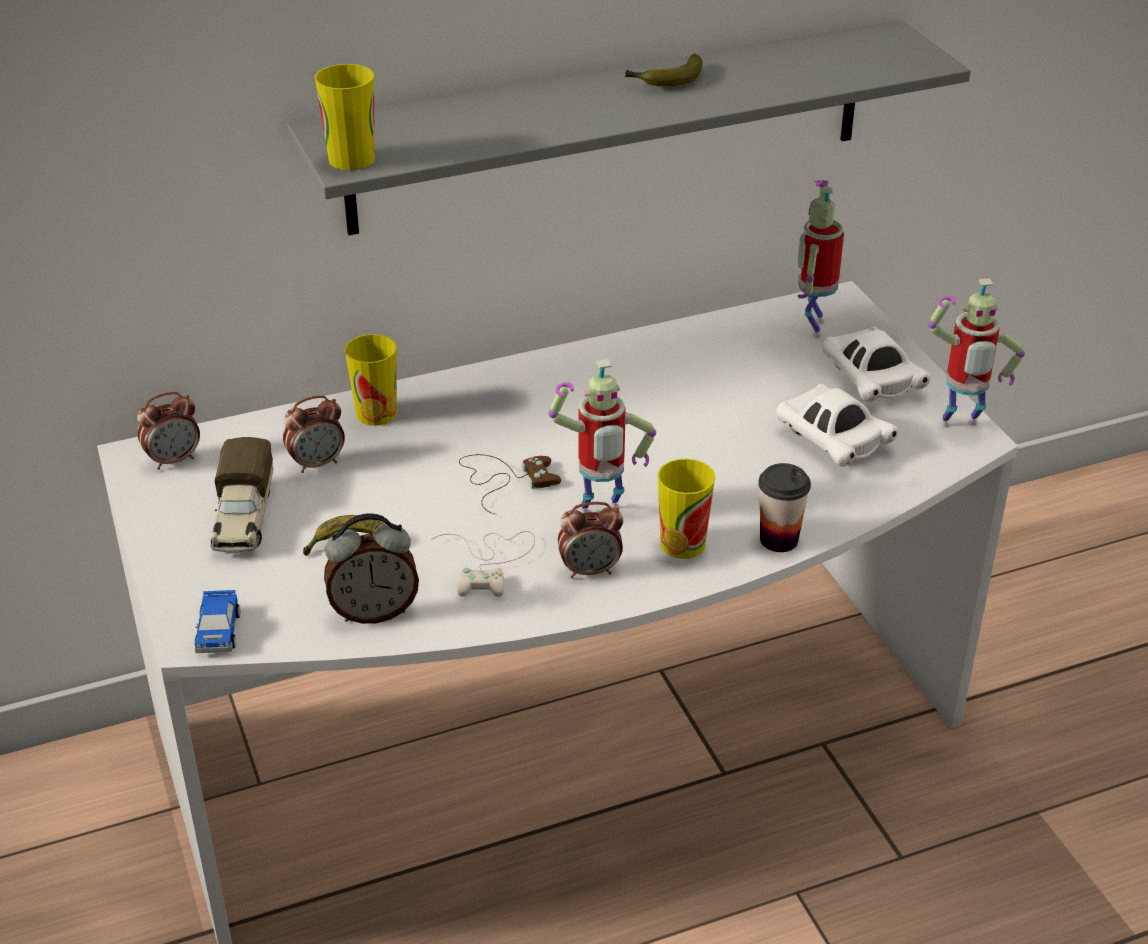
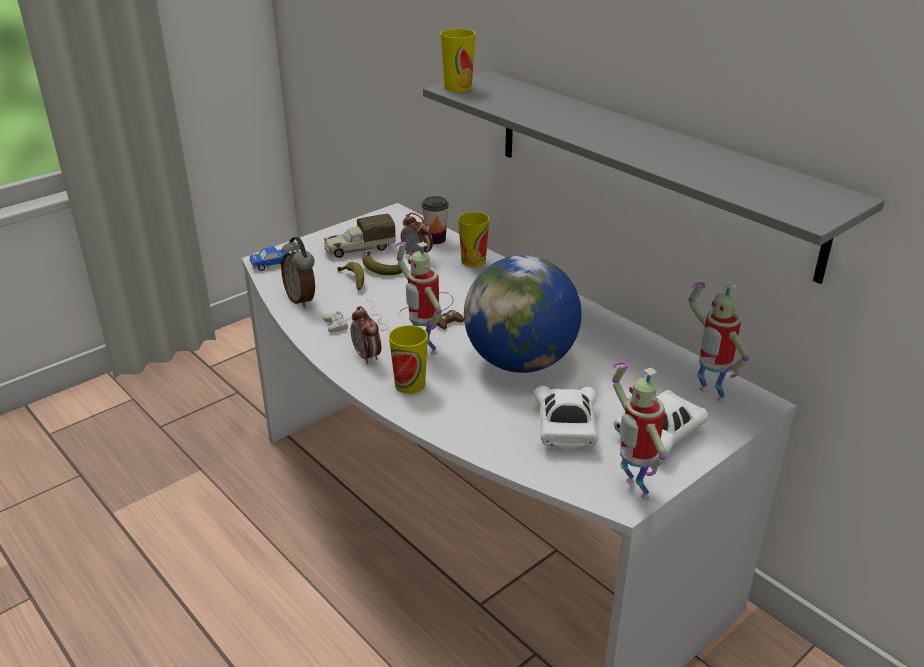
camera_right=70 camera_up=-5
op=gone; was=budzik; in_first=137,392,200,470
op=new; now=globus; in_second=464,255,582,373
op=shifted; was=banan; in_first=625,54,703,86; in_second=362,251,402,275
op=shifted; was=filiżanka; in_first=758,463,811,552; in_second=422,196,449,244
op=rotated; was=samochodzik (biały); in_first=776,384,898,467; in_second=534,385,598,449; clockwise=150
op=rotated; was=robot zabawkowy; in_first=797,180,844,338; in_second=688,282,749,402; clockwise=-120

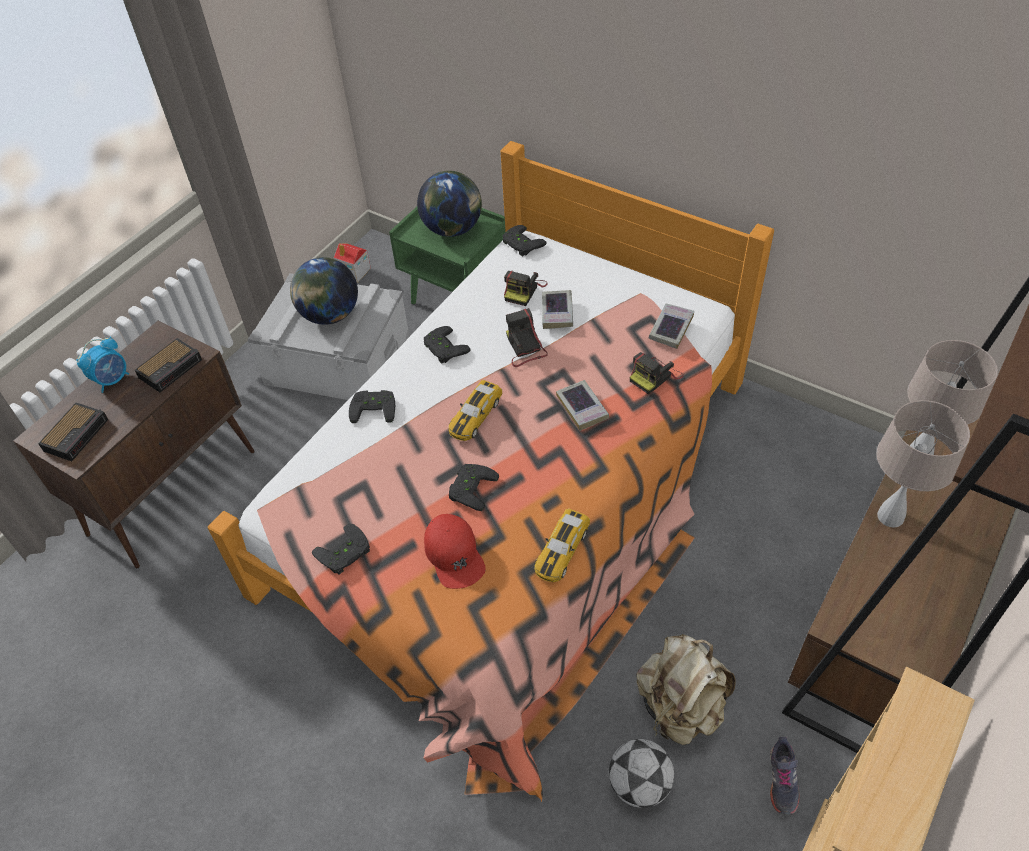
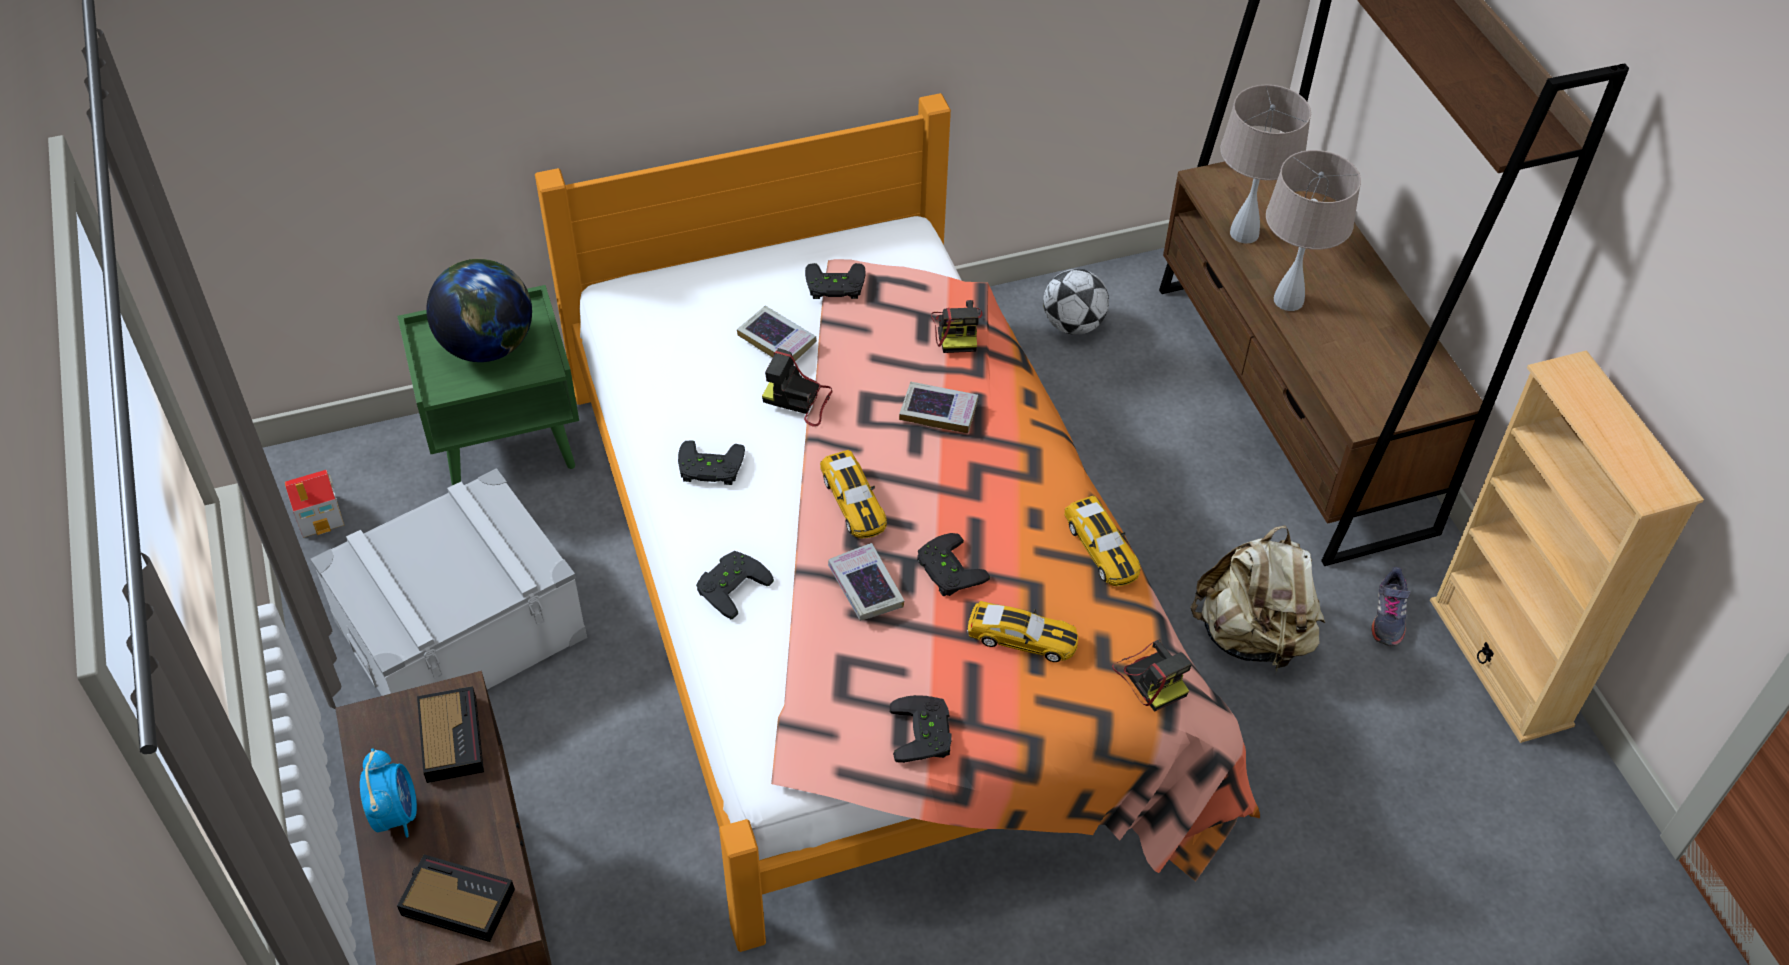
camera_right=-55 camera_up=0
op=gone; was=globus; in_first=290,257,358,325
op=shifted; was=pad do gier (czarny); in_first=503,225,547,256; in_second=805,263,866,299
op=shifted; was=aparat fotograficzny; in_first=504,271,548,306; in_second=1112,639,1192,712
op=shifted; was=piłka futbolowa; in_first=609,739,674,808; in_second=1043,269,1109,335
op=shifted; was=książka; in_first=649,304,695,349; in_second=828,543,904,621
op=swapped; was=czapka z daszkiem (czerwony); now=samochodzik; in_first=424,514,486,589; in_second=967,601,1078,662
op=rotated; was=budzik; in_first=38,403,108,461; in_second=397,854,515,942; clockwise=-45
op=rotated; was=but (szary); in_first=770,737,800,815; in_second=1371,567,1411,646; clockwise=60

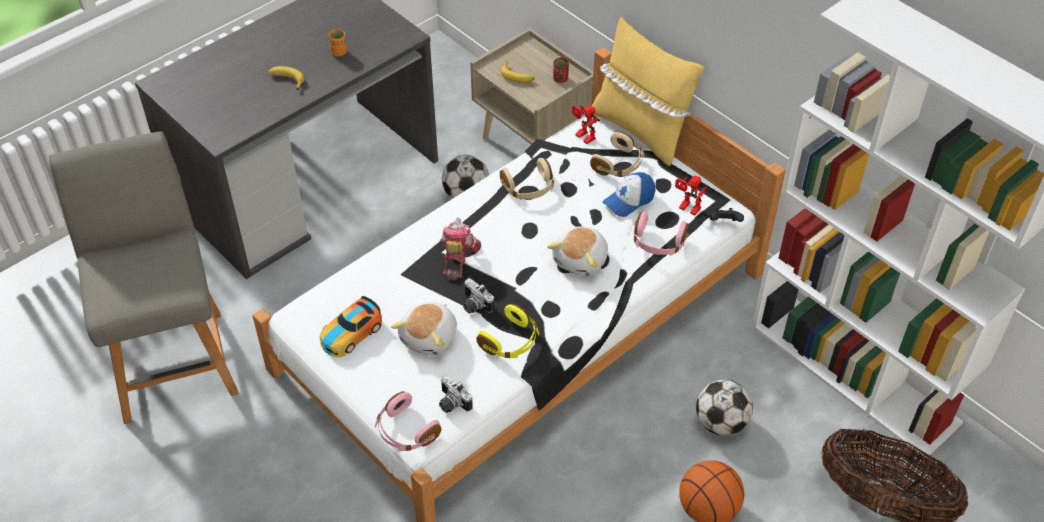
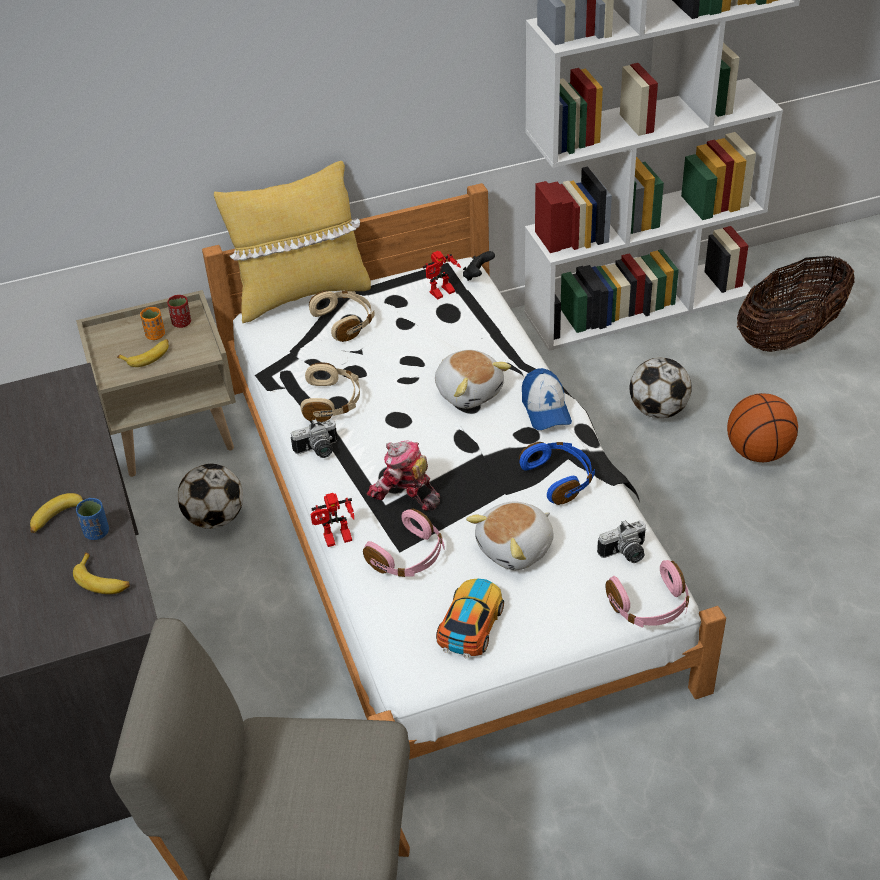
camera_right=-65 camera_up=-5
op=new; now=banan; in_second=73,553,130,594
op=new; now=filiżanka (niebieski); in_second=76,498,109,540
op=shifted; was=filiżanka (pomarańczowy); in_first=329,29,347,56; in_second=140,307,165,340
op=shifted; was=aparat fotograficzny; in_first=463,278,494,313; in_second=291,419,337,458
op=shifted; was=robot zabawkowy; in_first=572,105,600,144; in_second=311,493,354,547
op=shifted; was=czapka z daszkiem; in_first=603,172,656,217; in_second=522,368,572,430
op=shifted; was=słuchawki (różowy); in_first=634,212,689,256; in_second=363,509,444,577
op=repainted; was=słuchawki (żółty); now=słuchawki (niebieski); in_first=476,304,539,358; in_second=519,442,595,505
op=rotated; was=samochodzik; in_first=320,296,382,357; in_second=436,579,504,659; clockwise=-135
op=rotated; was=pluszak; in_first=391,302,457,355; in_second=466,502,553,570; clockwise=90

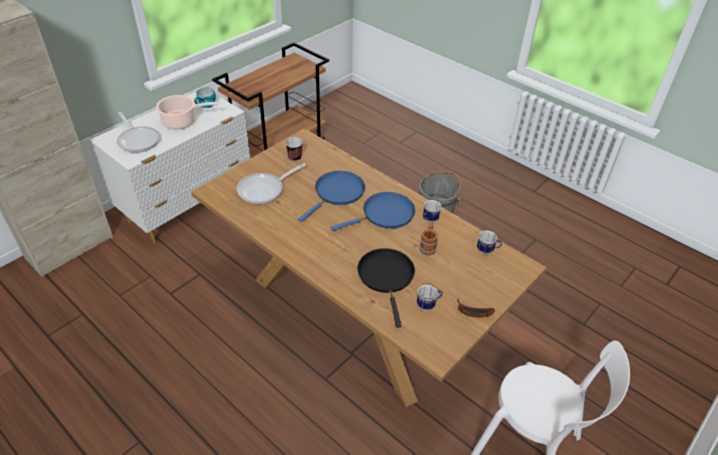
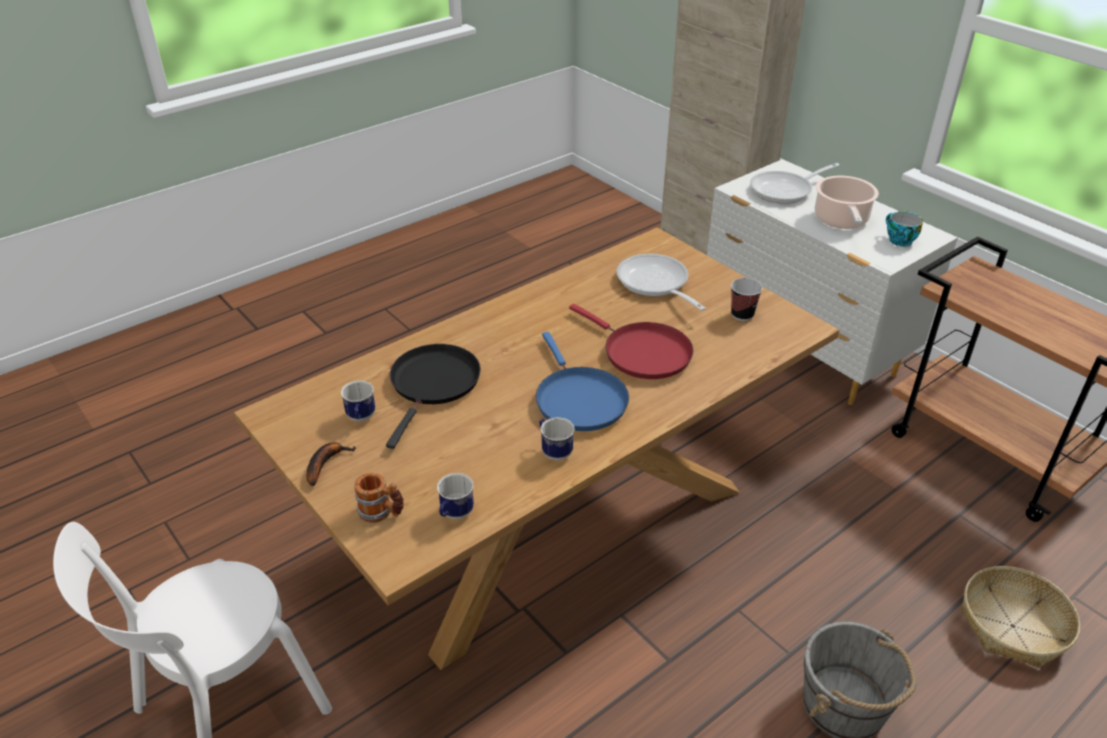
camera_right=100 camera_up=-5
op=new; now=koszyk; in_second=961,566,1080,668
op=shifted; was=kubek; in_first=419,223,438,255; in_second=354,473,404,523
op=repainted; was=patelnia (niebieski); now=patelnia (czerwony); in_first=298,171,365,222; in_second=569,304,693,379
op=rotated; was=patelnia (czarny); in_first=357,248,415,328; in_second=386,344,481,449; clockwise=-75

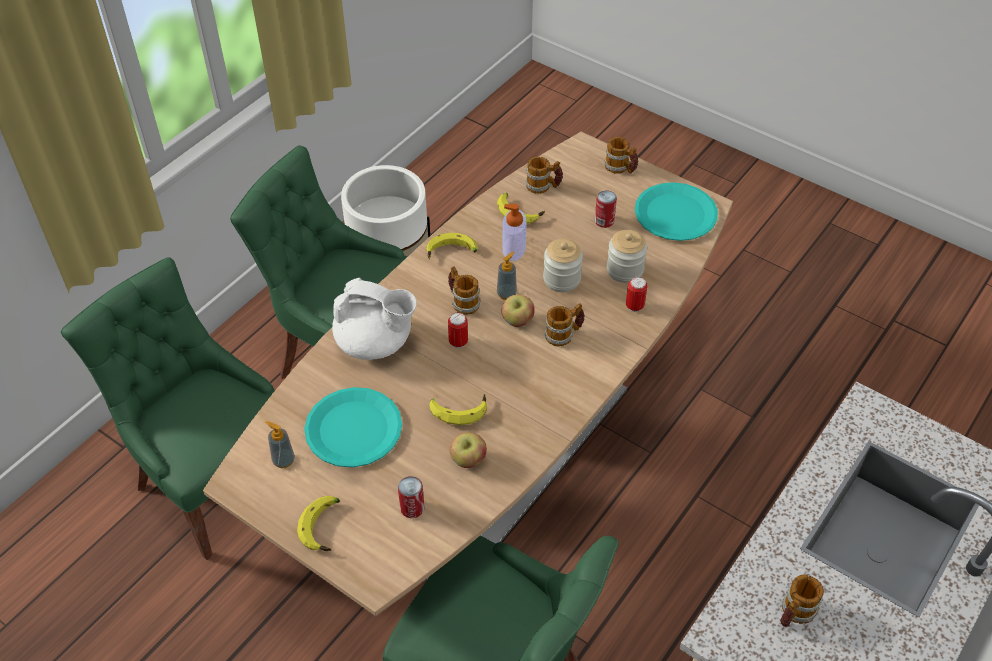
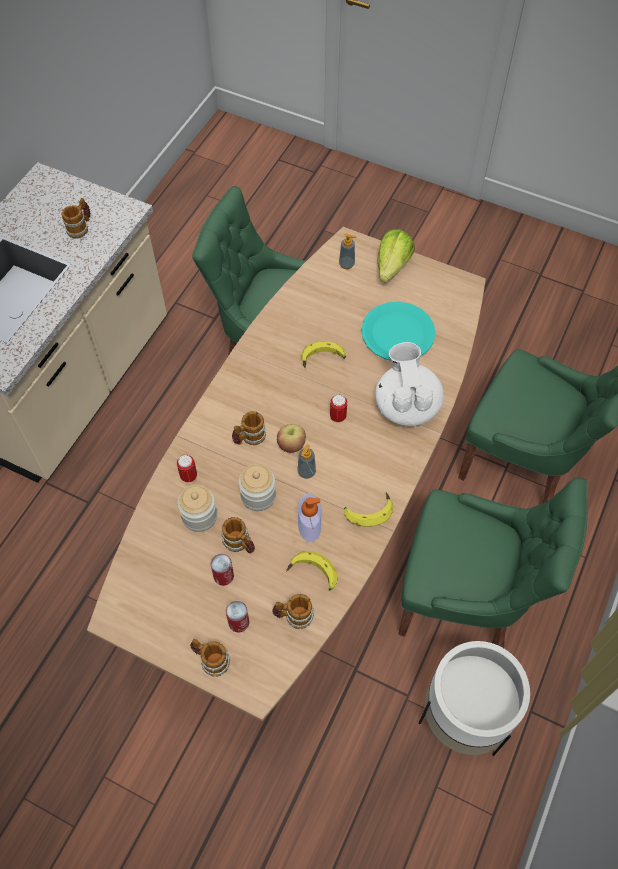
camera_right=170 camera_up=10
op=gone; was=jabłko; in_first=450,432,487,468
op=gone; was=talerz (turkusowy); in_first=635,182,718,241
op=shifted; was=dozownik mydła; in_first=265,421,295,468; in_second=339,233,357,269
op=shifted; was=puszka; in_first=398,476,424,518; in_second=226,601,249,633
op=shifted; was=kubek; in_first=448,267,481,315; in_second=222,517,255,553
op=swapped; was=banan; now=sałata; in_first=297,496,340,551; in_second=377,230,415,283
op=rotated; was=imbryk (biały); in_first=332,278,417,360; in_second=375,342,444,426; clockwise=75

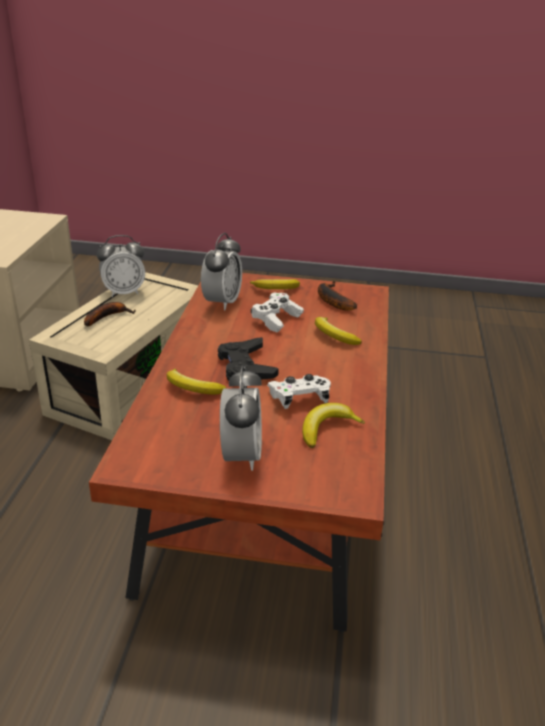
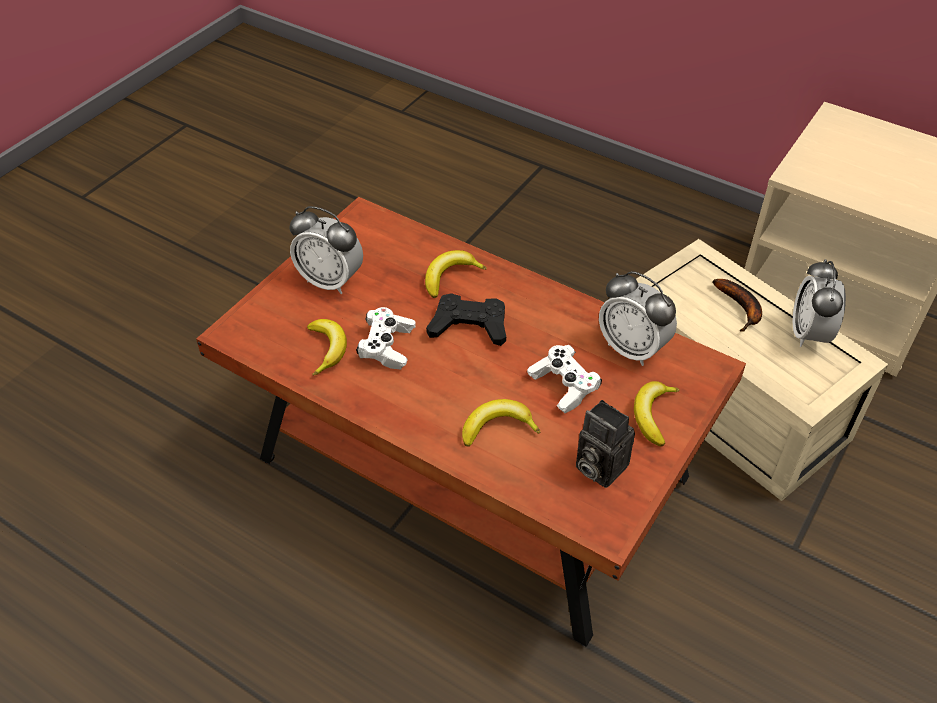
camera_right=115 camera_up=15
op=swapped; was=banan; now=aparat fotograficzny; in_first=318,281,357,311; in_second=576,400,635,488

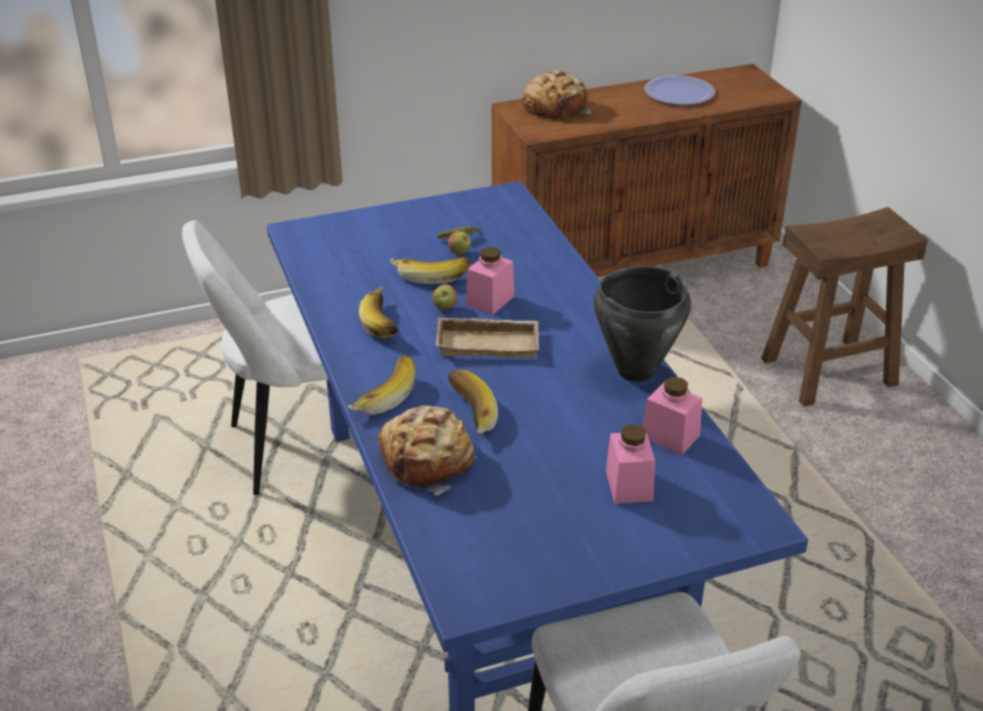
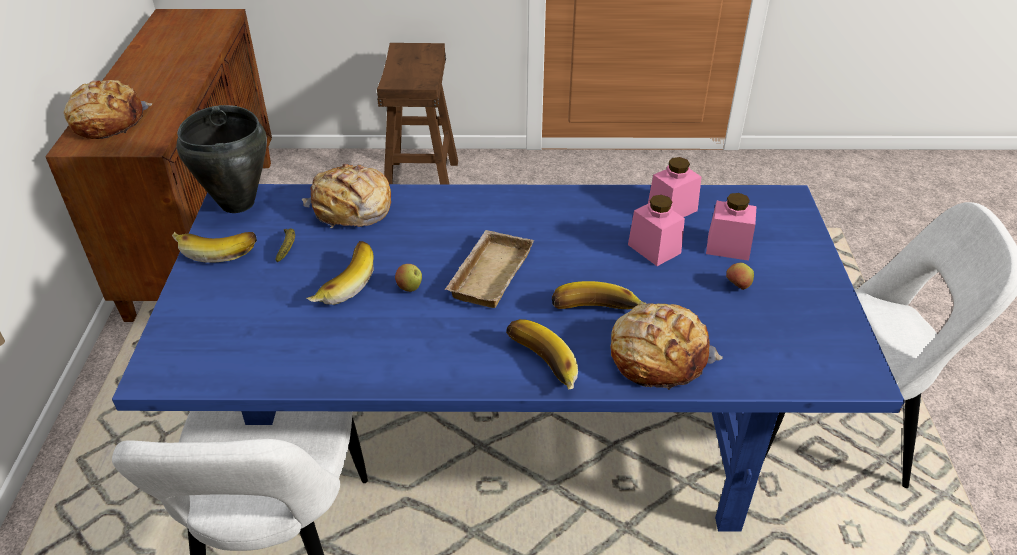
camera_right=-70 camera_up=5
op=gone; was=talerz; in_first=644,75,715,105
op=new; now=chleb; in_second=301,164,391,228
op=shifted; was=banan; in_first=359,287,398,338; in_second=172,232,257,263
op=shifted; was=jabłko; in_first=448,231,471,256; in_second=726,263,754,290
op=shifted; was=słoik (różowy); in_first=466,247,515,315; in_second=628,195,685,266
op=shifted; was=garnek (czarny); in_first=594,266,691,382; in_second=177,105,267,213

